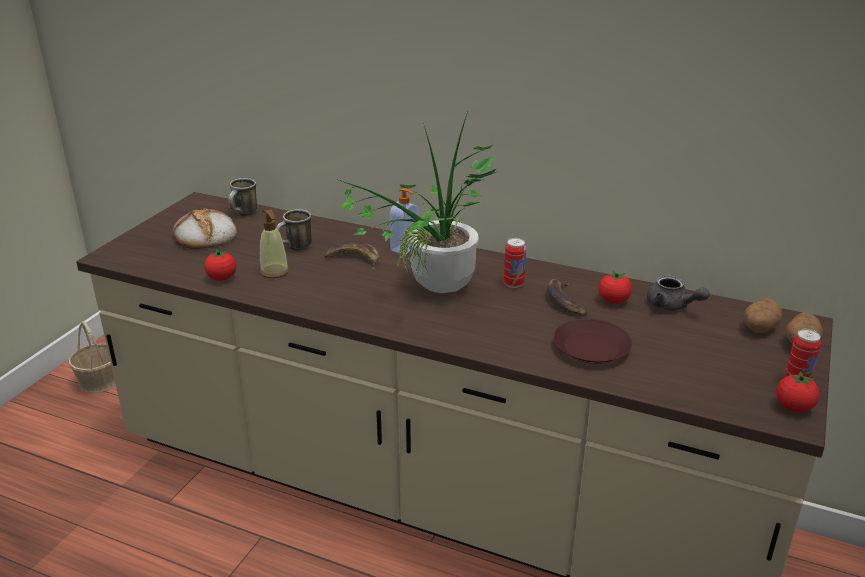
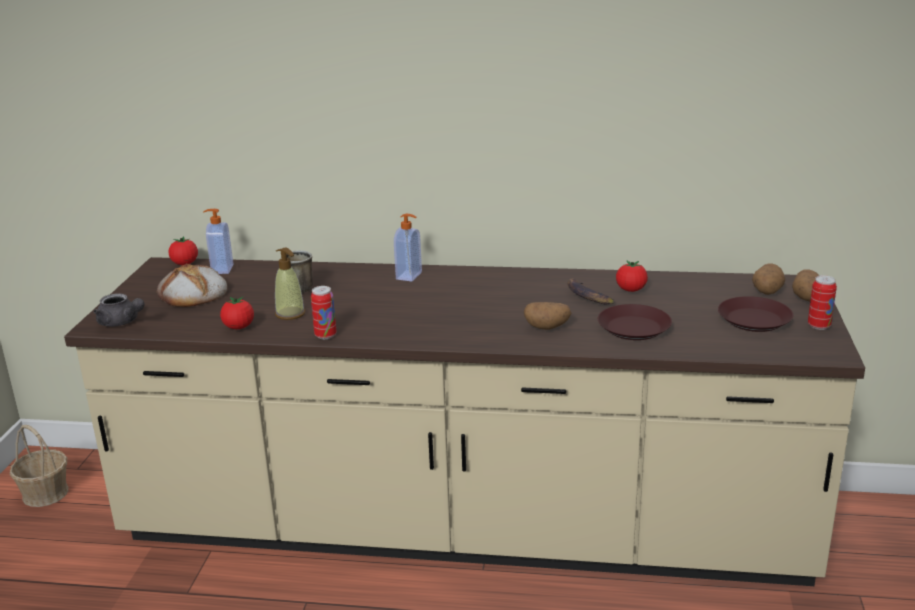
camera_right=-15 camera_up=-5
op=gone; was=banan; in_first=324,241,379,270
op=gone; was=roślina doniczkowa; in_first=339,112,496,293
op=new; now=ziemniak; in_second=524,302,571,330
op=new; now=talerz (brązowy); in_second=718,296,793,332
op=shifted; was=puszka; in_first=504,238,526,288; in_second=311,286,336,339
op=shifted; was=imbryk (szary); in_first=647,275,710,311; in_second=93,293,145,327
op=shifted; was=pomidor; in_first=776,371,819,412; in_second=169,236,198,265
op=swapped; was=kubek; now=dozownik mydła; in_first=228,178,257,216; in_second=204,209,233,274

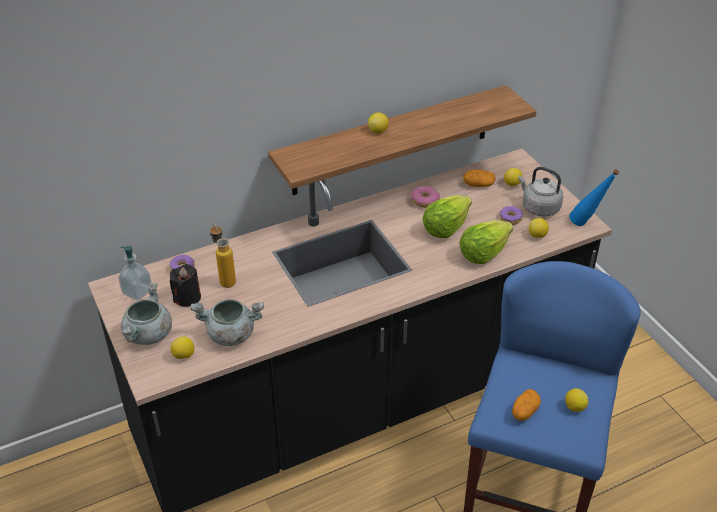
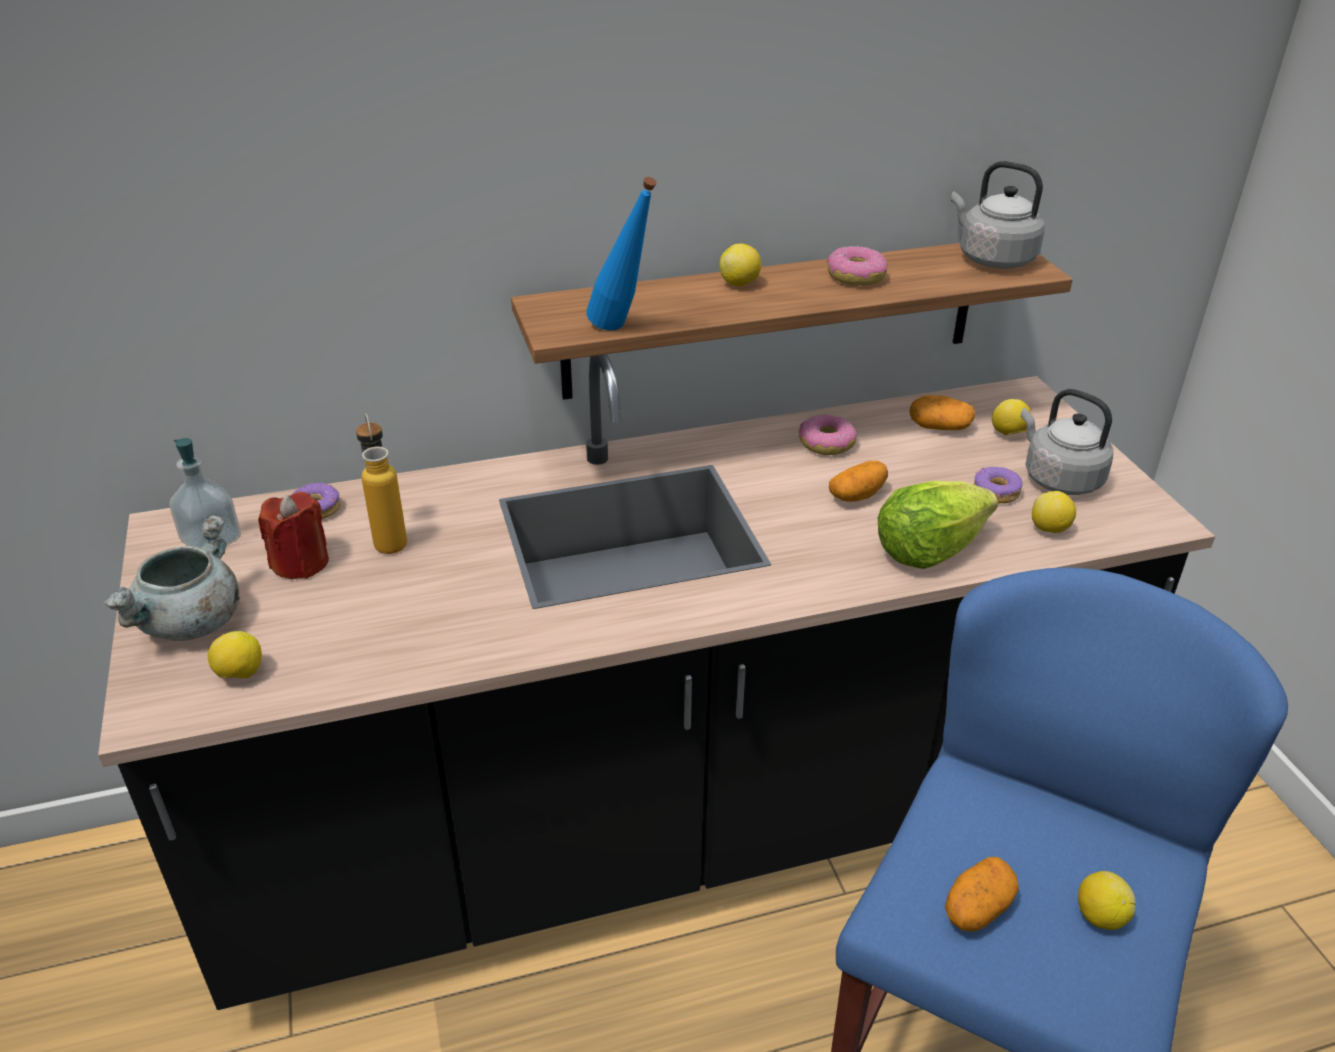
camera_right=10 camera_up=-5
op=gone; was=garnek (szary); in_first=190,299,264,346
op=new; now=donut; in_second=827,246,888,286
op=new; now=czajnik (szary); in_second=951,161,1045,269
op=shifted; was=butelka (niebieski); in_first=569,169,619,226; in_second=586,177,657,330
op=swapped; was=sałata; now=ziemniak; in_first=422,195,472,238; in_second=829,461,888,502
op=repainted; was=świeca (czarny); now=świeca (czerwony); in_first=170,264,201,307; in_second=258,492,329,579

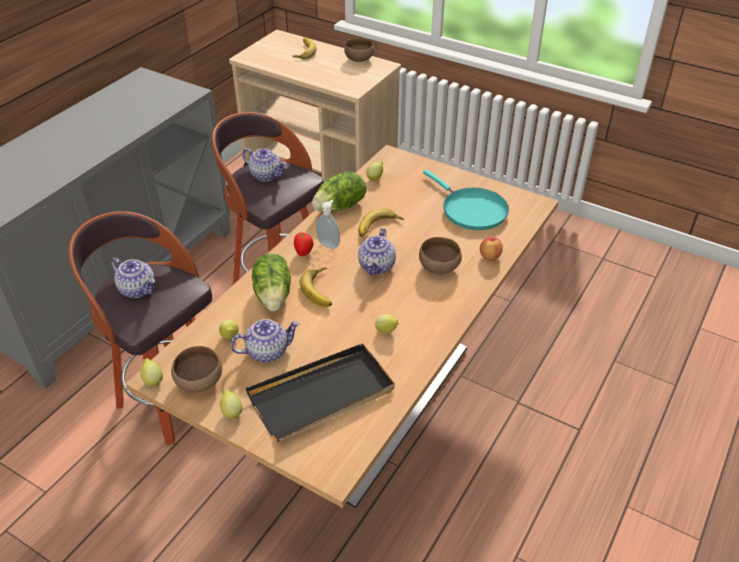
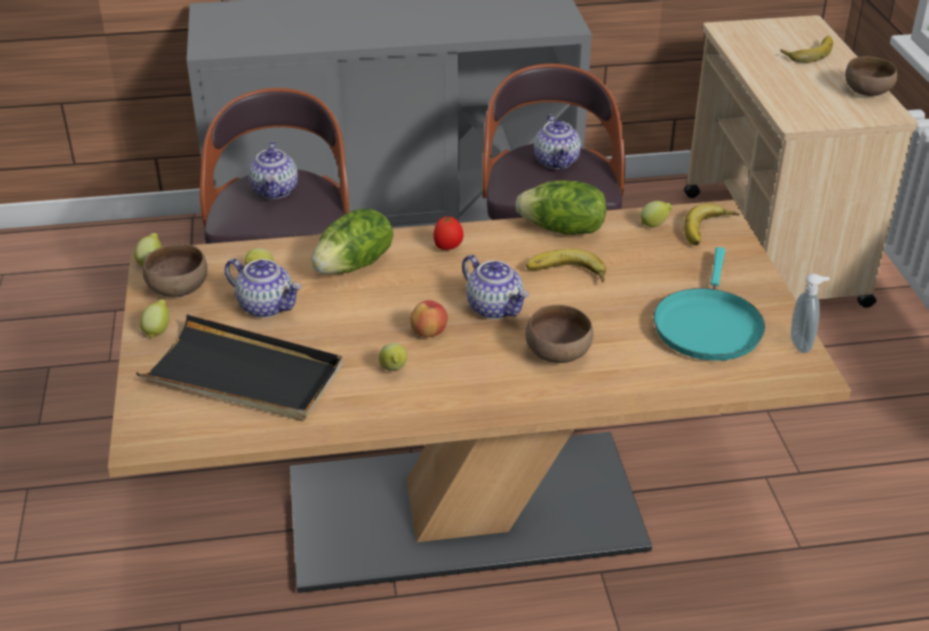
camera_right=50 camera_up=-5
op=shifted; was=banan; in_first=300,267,332,307; in_second=684,203,740,245
op=shifted; was=dozownik mydła; in_first=316,200,340,249; in_second=791,274,830,353
op=shifted; was=jabłko; in_first=480,237,503,261; in_second=410,300,448,337
op=rotated; was=imbryk; in_first=358,228,396,275; in_second=462,255,529,319; clockwise=-105

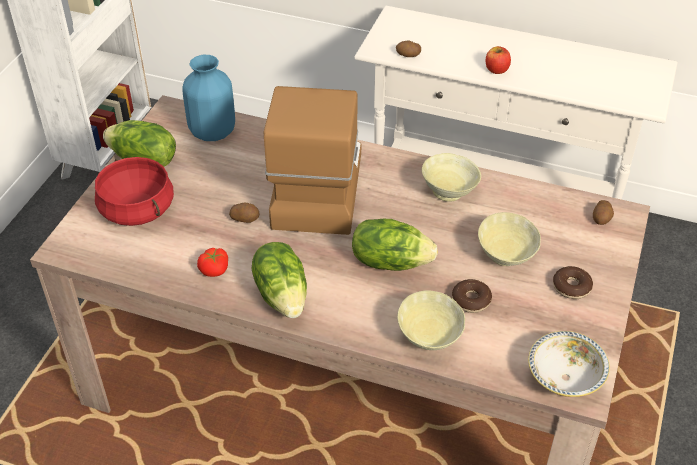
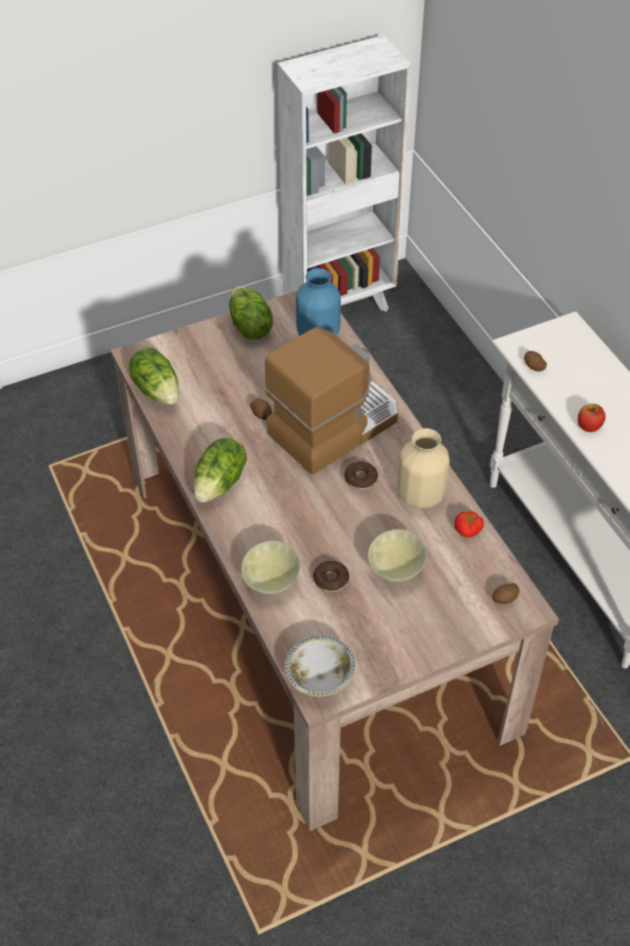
camera_right=45 camera_up=5
op=gone; was=garnek (czerwony); in_first=95,157,174,226
op=shifted; was=pomidor; in_first=197,248,228,277; in_second=454,511,484,537
op=shifted; was=sałata; in_first=352,219,438,271; in_second=129,348,179,405
op=shifted; was=donut; in_first=553,266,593,299; in_second=344,461,378,490
op=swapped; was=miska (beżowy); now=wazon (beżowy); in_first=422,153,481,202; in_second=397,428,450,509

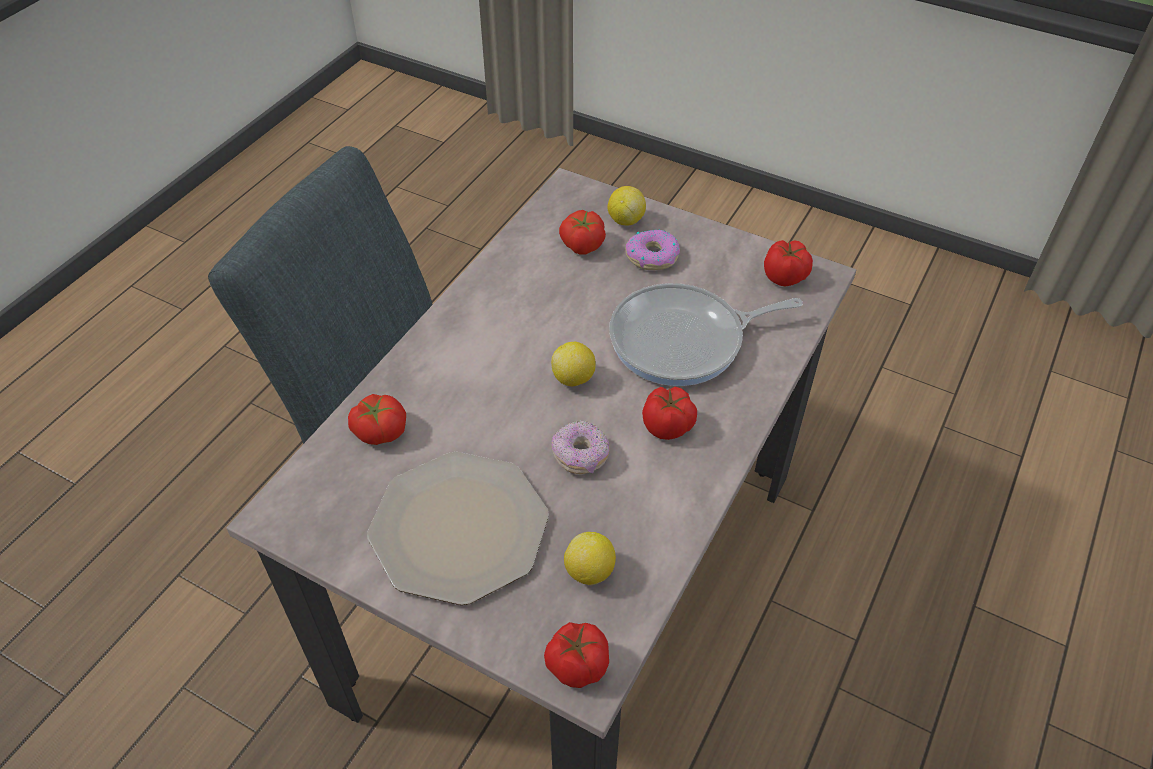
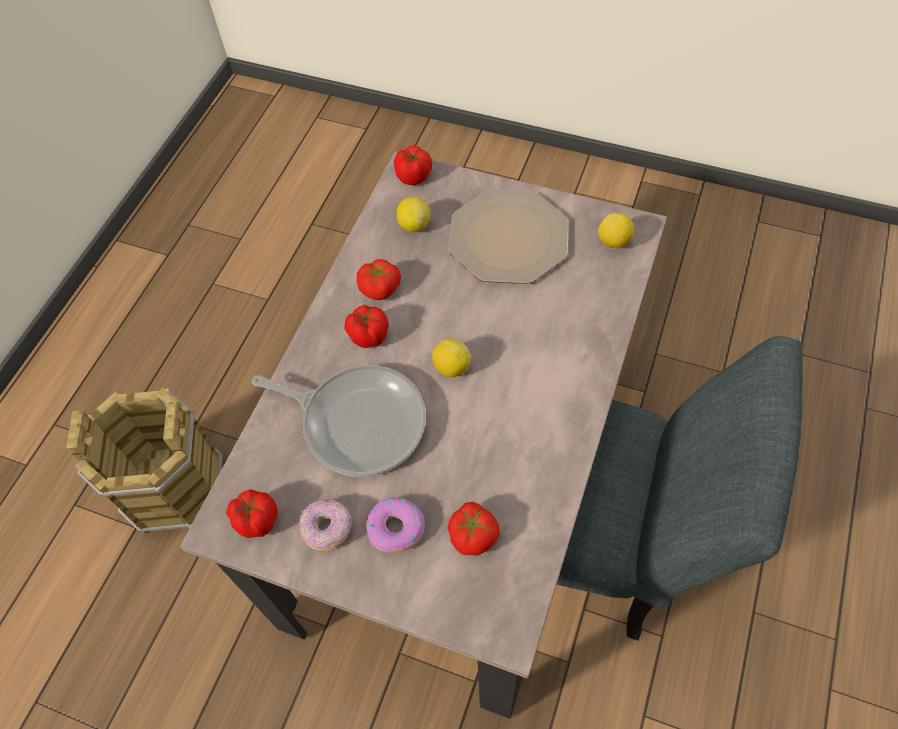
camera_right=175 camera_up=10
op=new; now=wiadro (brązowy); in_second=66,388,222,533
op=shifted; was=pomidor; in_first=348,394,406,445; in_second=357,259,401,300
op=shifted; was=donut; in_first=551,420,610,474; in_second=299,499,351,551
op=shifted; was=cytryna; in_first=608,186,646,225; in_second=598,213,634,249
op=rotated; was=patelnia; in_first=609,283,803,386; in_second=252,365,426,477; clockwise=45

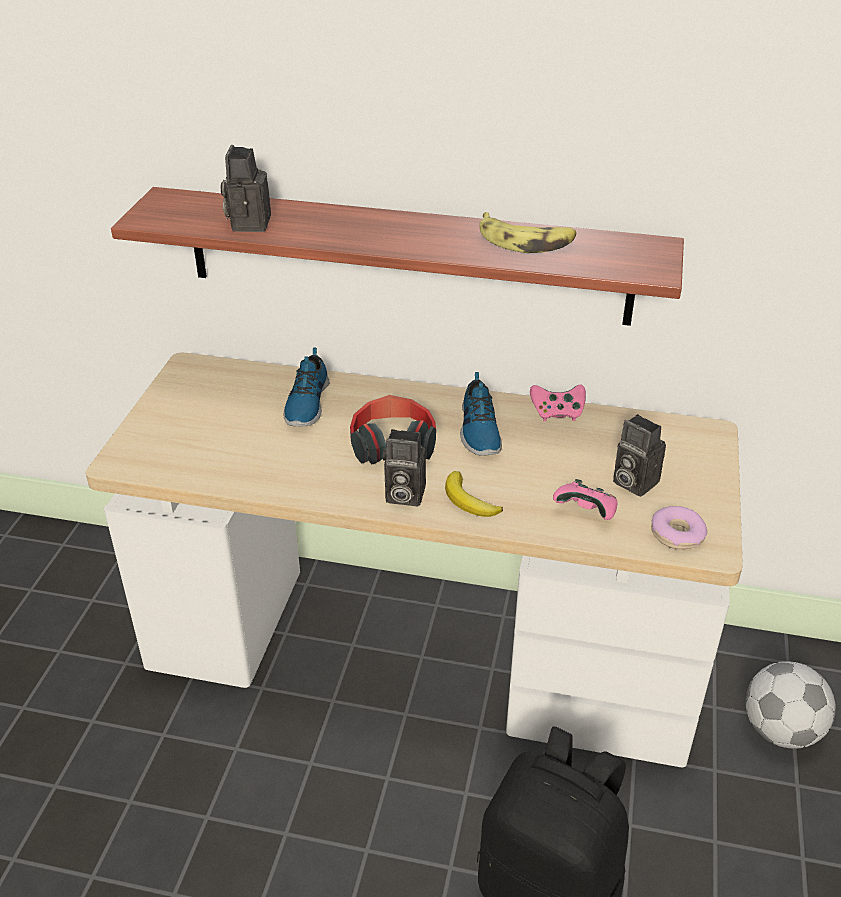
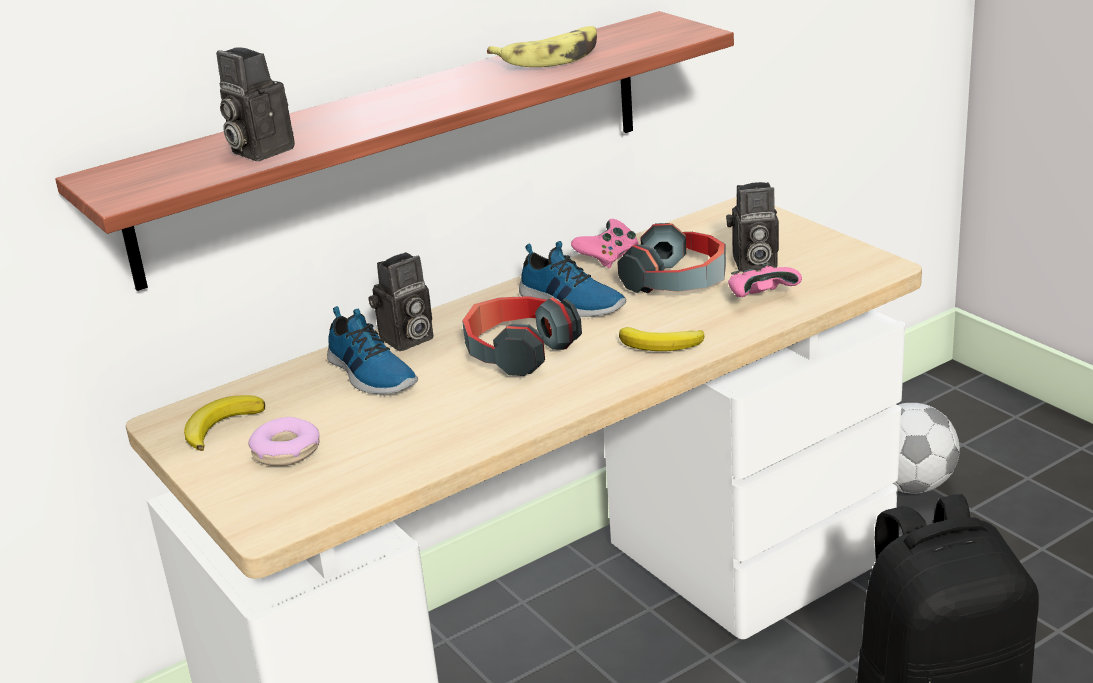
camera_right=-45 camera_up=-10
op=new; now=banan; in_second=184,395,265,451
op=new; now=słuchawki; in_second=617,223,726,293
op=shifted; was=aparat fotograficzny; in_first=383,429,426,506; in_second=368,252,434,351
op=shifted; was=donut; in_first=651,506,707,549; in_second=249,417,320,466

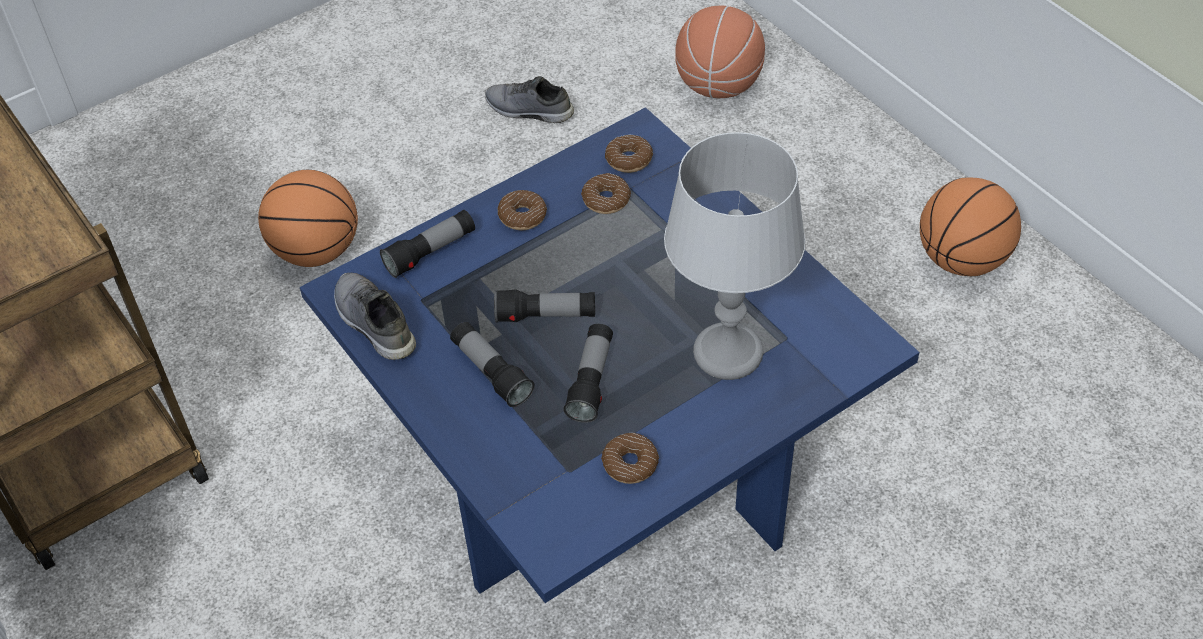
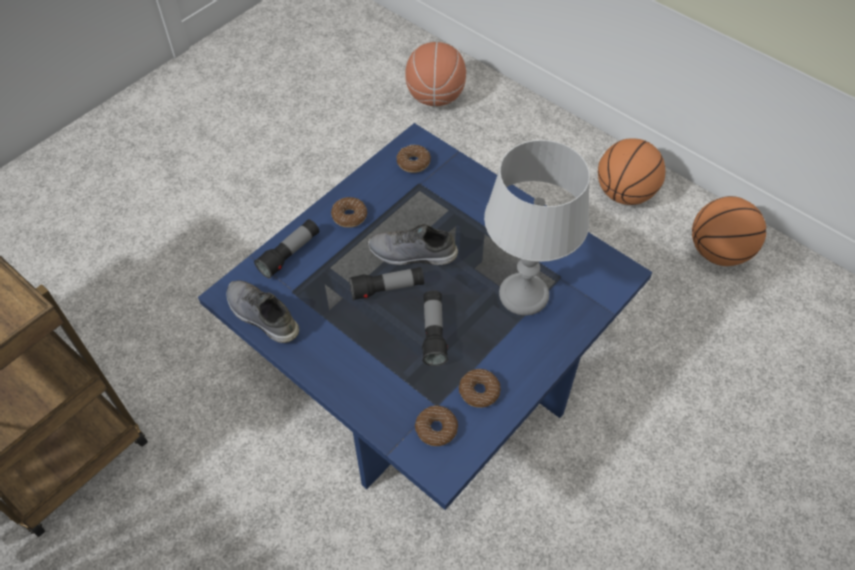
camera_right=-15 camera_up=5
op=gone; was=latarka; in_first=450,322,535,407
op=shifted; was=piłka do koszykówki; in_first=258,170,358,267; in_second=692,196,766,266
op=shifted; was=but (szary); in_first=485,76,574,123; in_second=368,224,458,265
op=shifted; was=donut; in_first=581,173,631,214; in_second=415,405,458,446

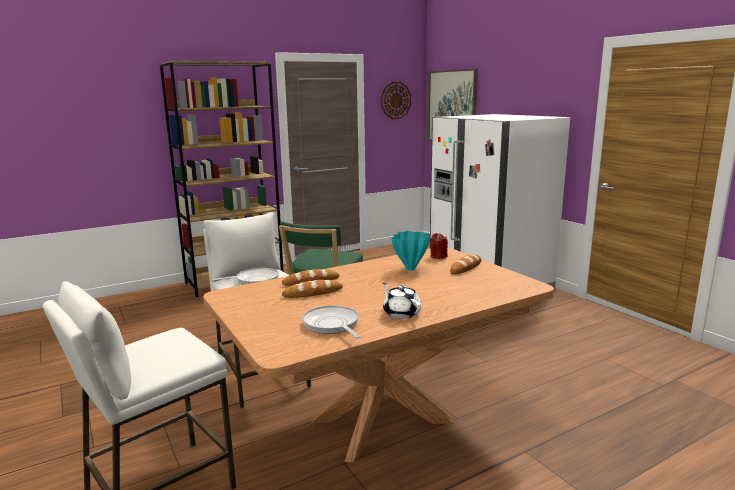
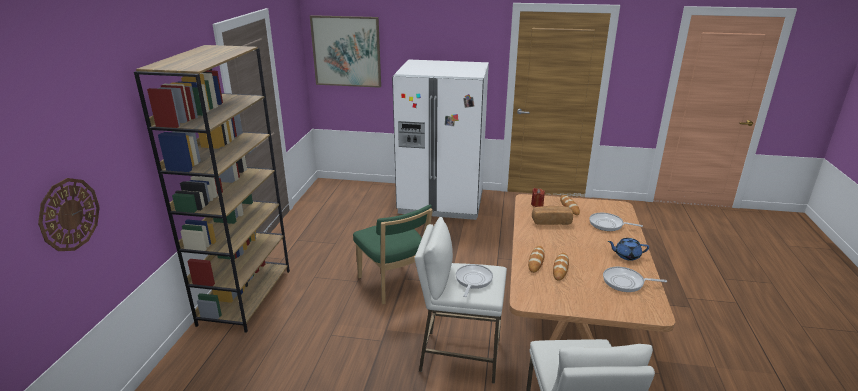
camera_right=-50 camera_up=10
op=new; now=patelnia; in_second=589,213,643,231
op=shifted; was=zegar ścienny; in_first=381,82,411,119; in_second=38,178,100,251
op=swapped; was=wazon (turkusowy); now=chleb; in_first=392,231,430,271; in_second=532,206,573,225
op=repainted; was=imbryk (biały); now=imbryk (niebieski); in_first=383,283,421,319; in_second=608,238,649,260

